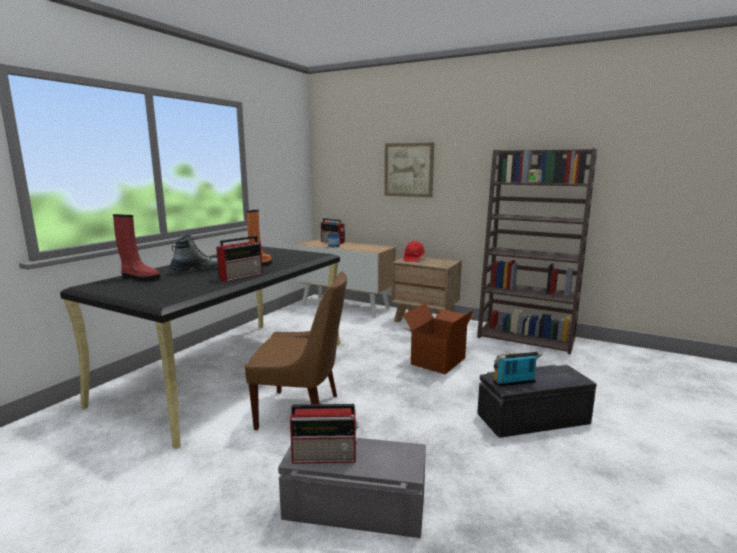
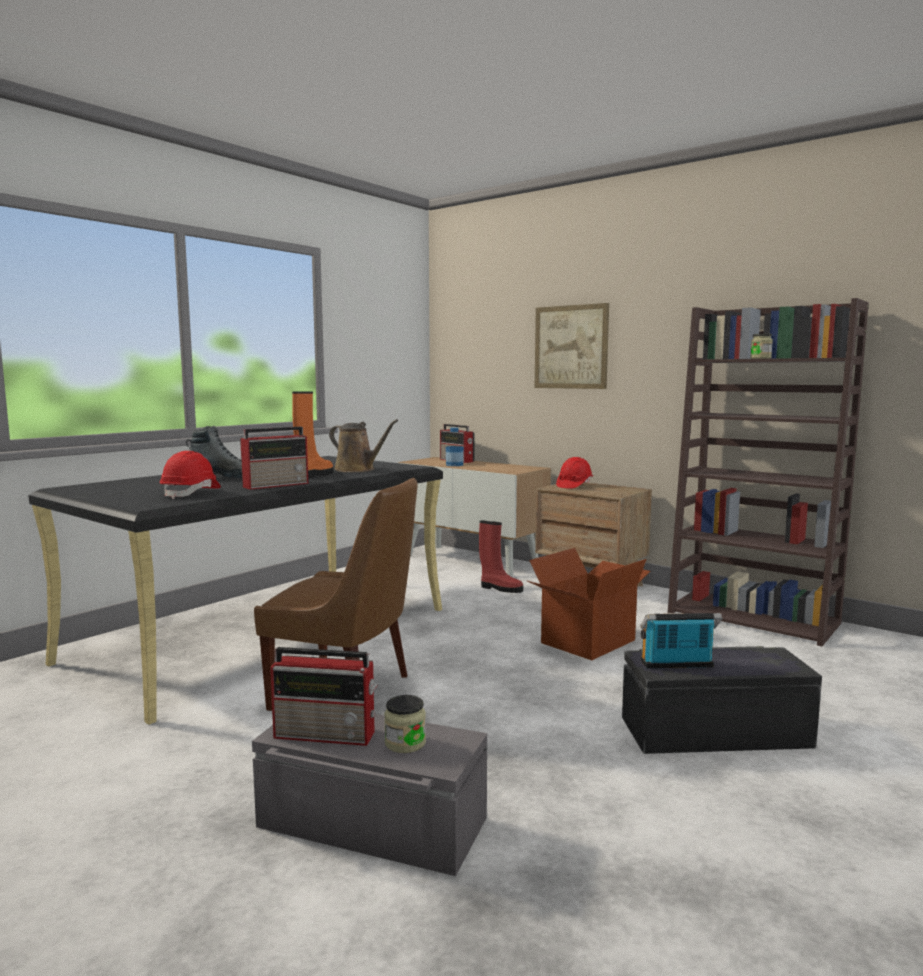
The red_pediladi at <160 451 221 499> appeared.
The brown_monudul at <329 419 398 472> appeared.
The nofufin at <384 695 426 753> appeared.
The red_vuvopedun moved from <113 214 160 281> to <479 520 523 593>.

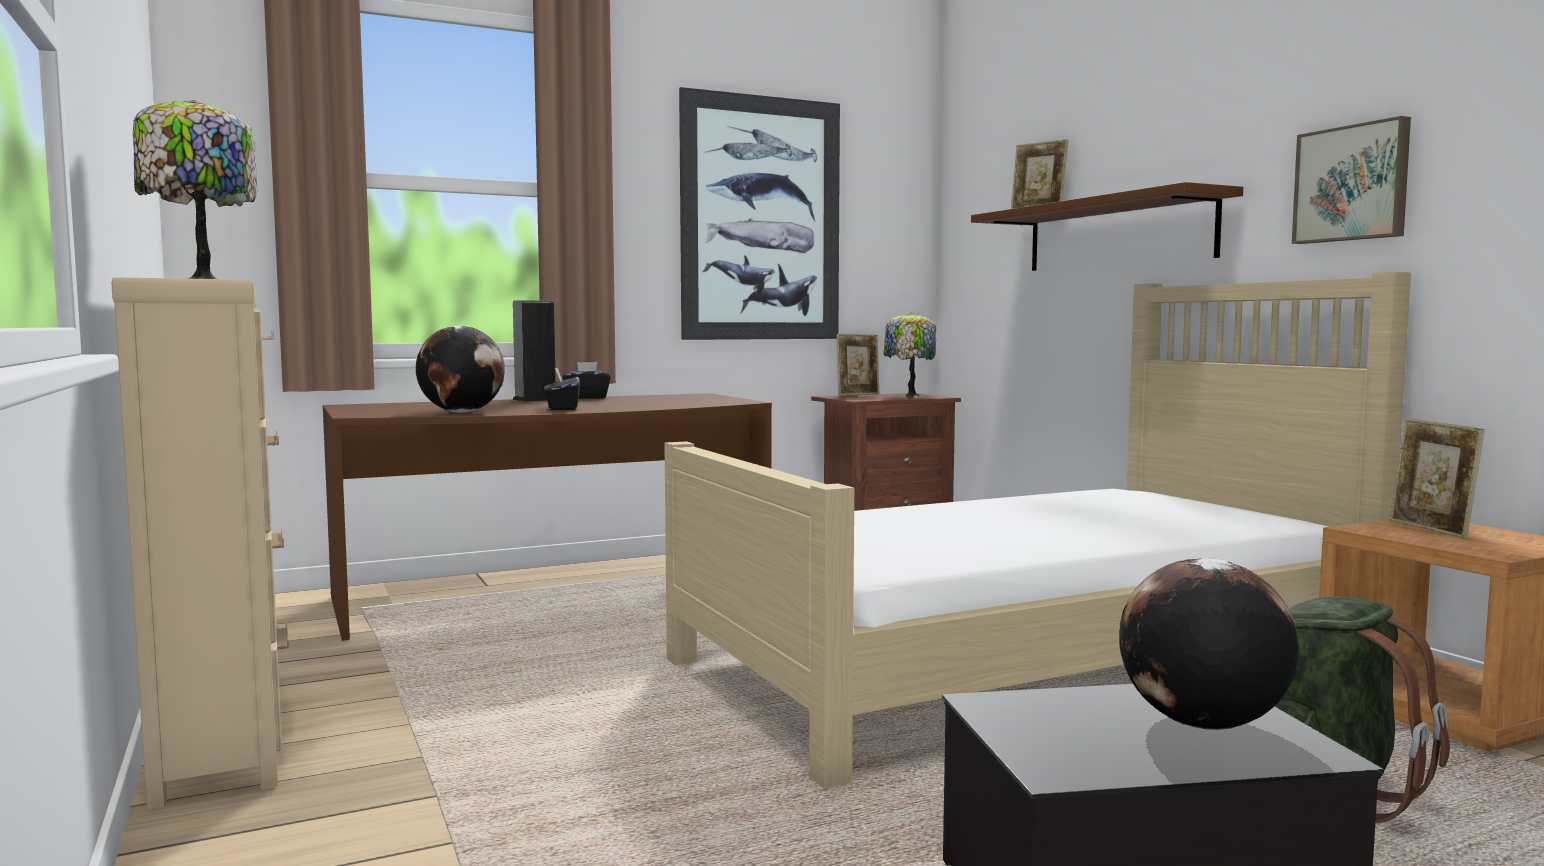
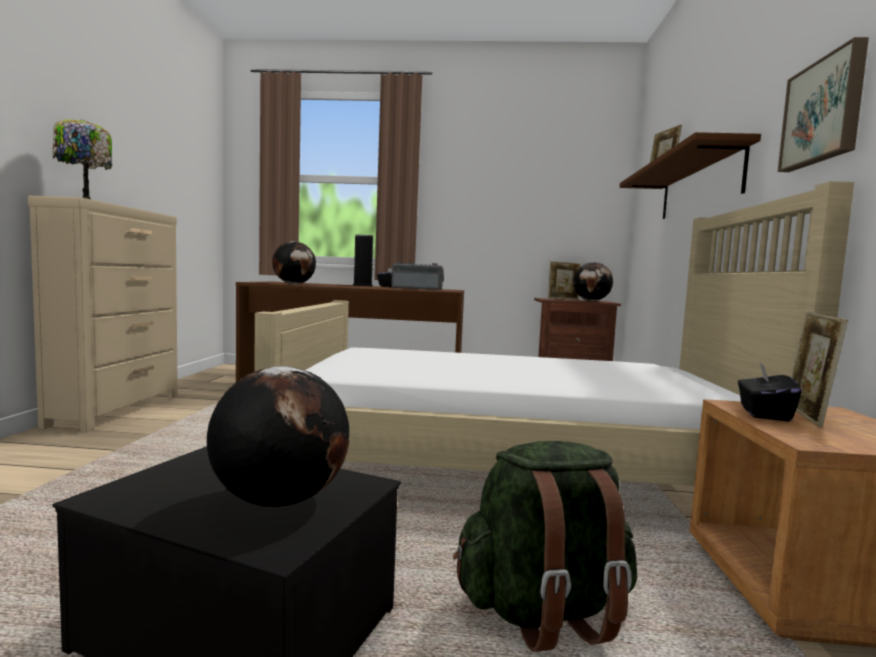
The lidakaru at <391 261 444 290> appeared.
The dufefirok at <883 313 936 397> was replaced by the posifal at <573 262 613 301>.
The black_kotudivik moved from <544 367 580 410> to <738 361 802 422>.
The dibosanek at <679 87 840 340> disappeared.

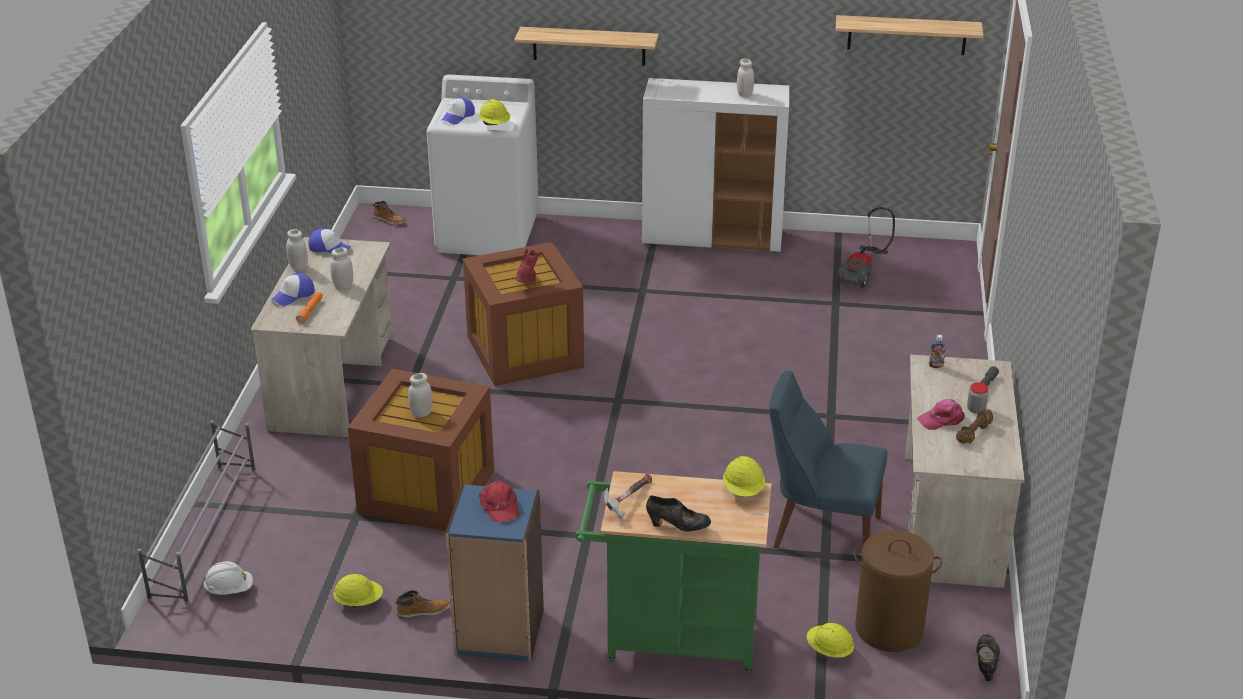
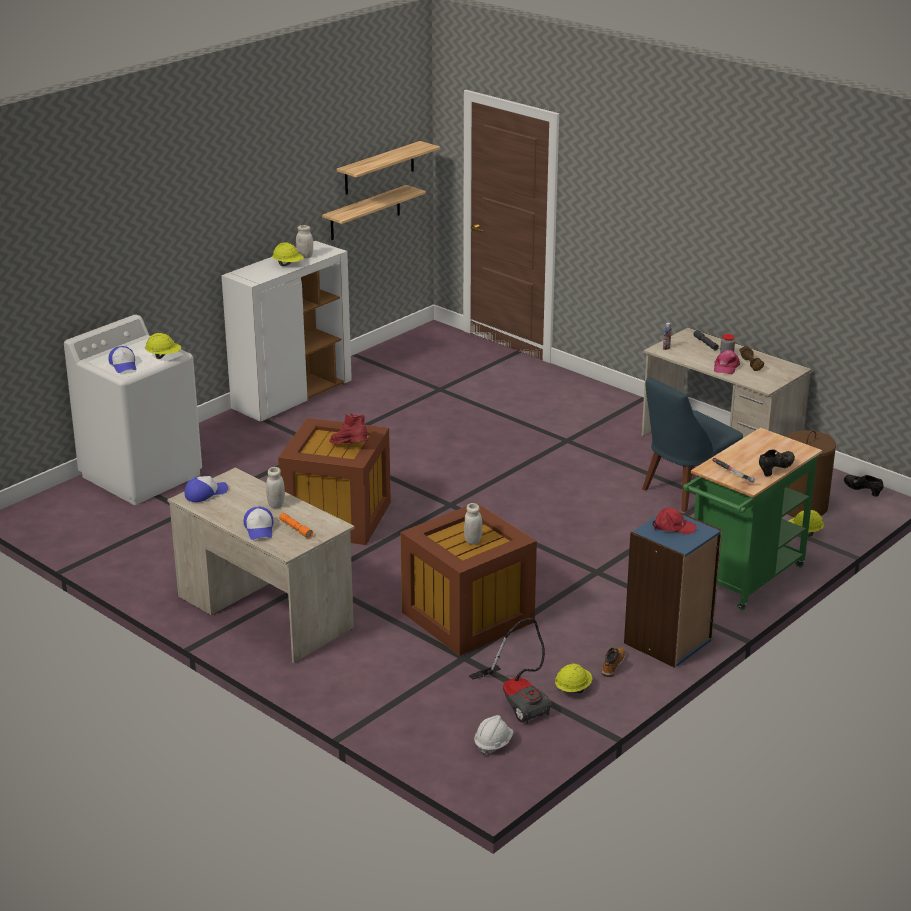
The yellow_pediladi moved from <723 456 765 497> to <272 242 304 266>.
The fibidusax moved from <514 27 658 66> to <322 185 426 240>.
The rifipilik moved from <838 207 895 288> to <469 618 552 724>.
The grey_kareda at <138 420 256 605> disappeared.
The white_nofufin at <286 229 308 271> disappeared.
The vuvopedun at <373 201 406 225> disappeared.

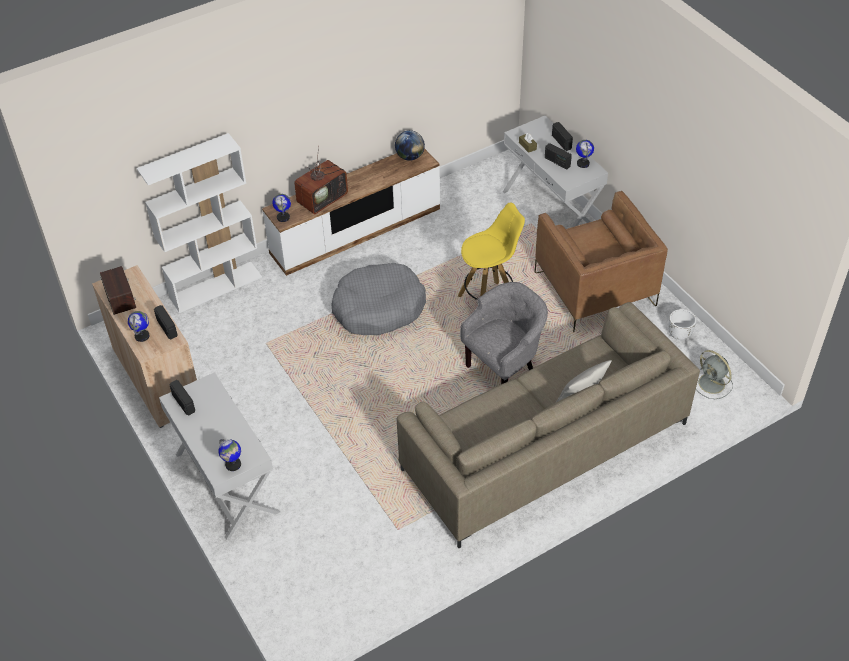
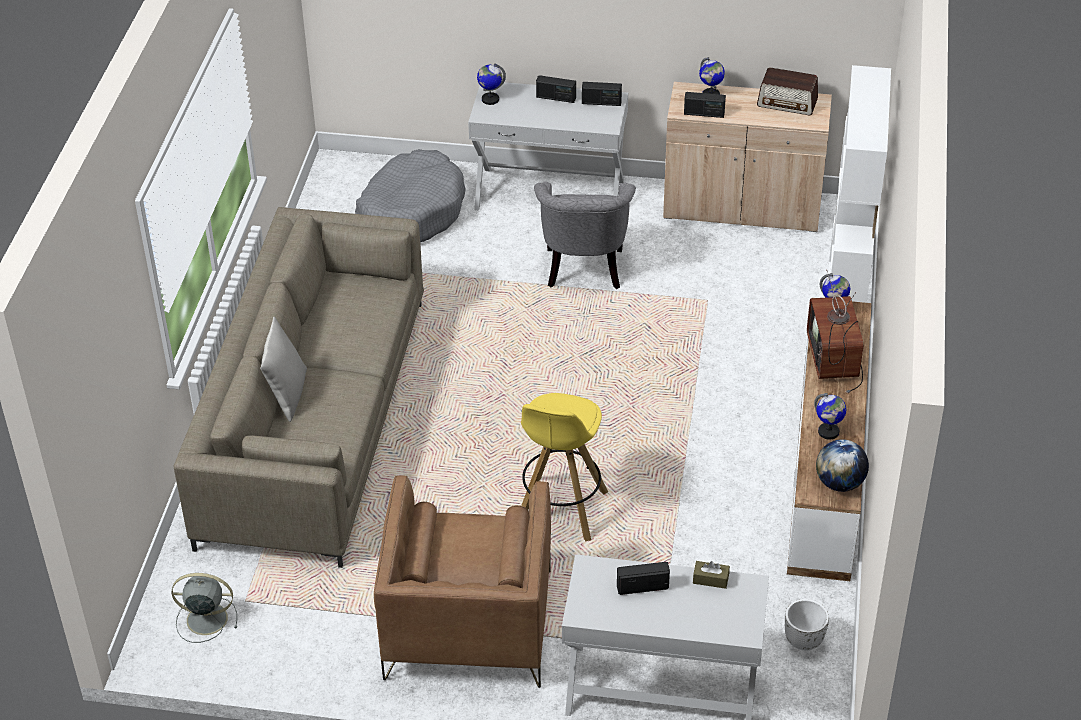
The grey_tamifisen moved from <331 263 426 335> to <355 149 466 242>.
The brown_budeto at <535 191 668 332> turned 105 degrees counterclockwise.
The grey_budeto moved from <460 282 548 384> to <534 182 636 289>.
The lidakaru moved from <552 122 573 151> to <536 75 576 103>.
The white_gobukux moved from <668 309 696 340> to <785 599 829 650>.
The posifal moved from <576 140 594 168> to <814 393 846 440>.

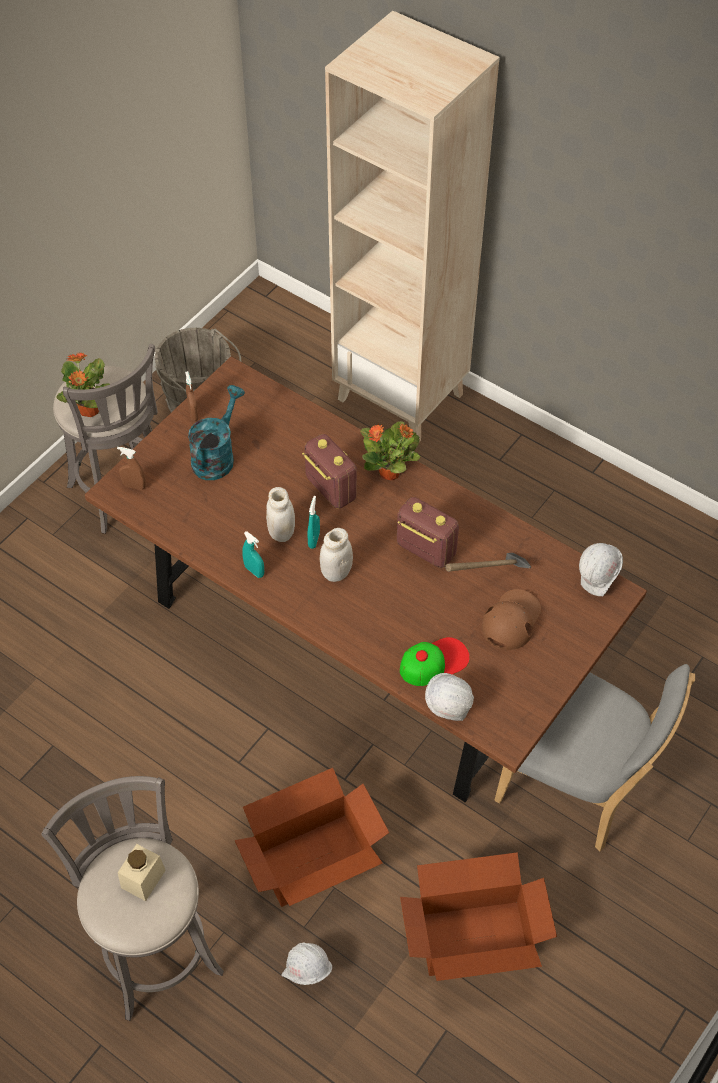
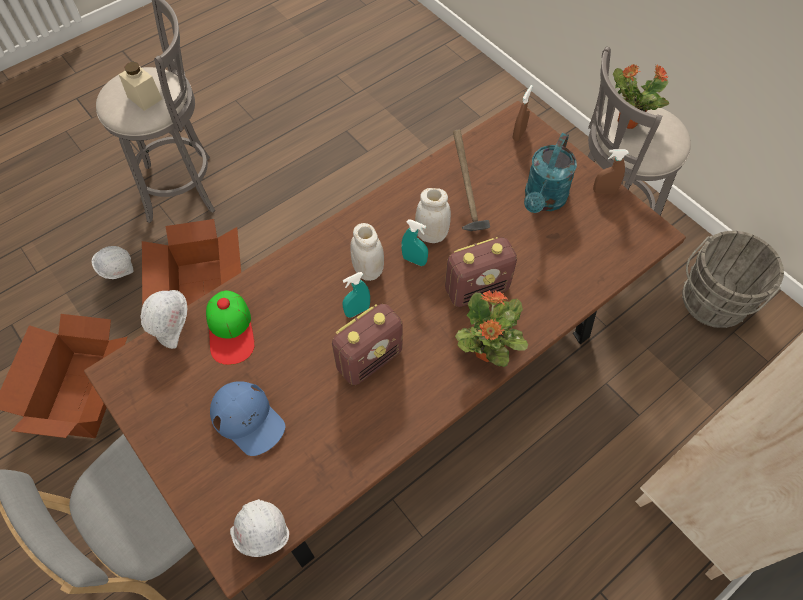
The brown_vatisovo at <482 589 541 650> became the blue_vatisovo at <210 381 285 456>.
The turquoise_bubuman moved from <242 531 264 578> to <342 272 370 318>.
The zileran moved from <445 553 531 572> to <453 130 490 231>.
The turquoise_monudul at <188 385 245 480> turned 75 degrees clockwise.

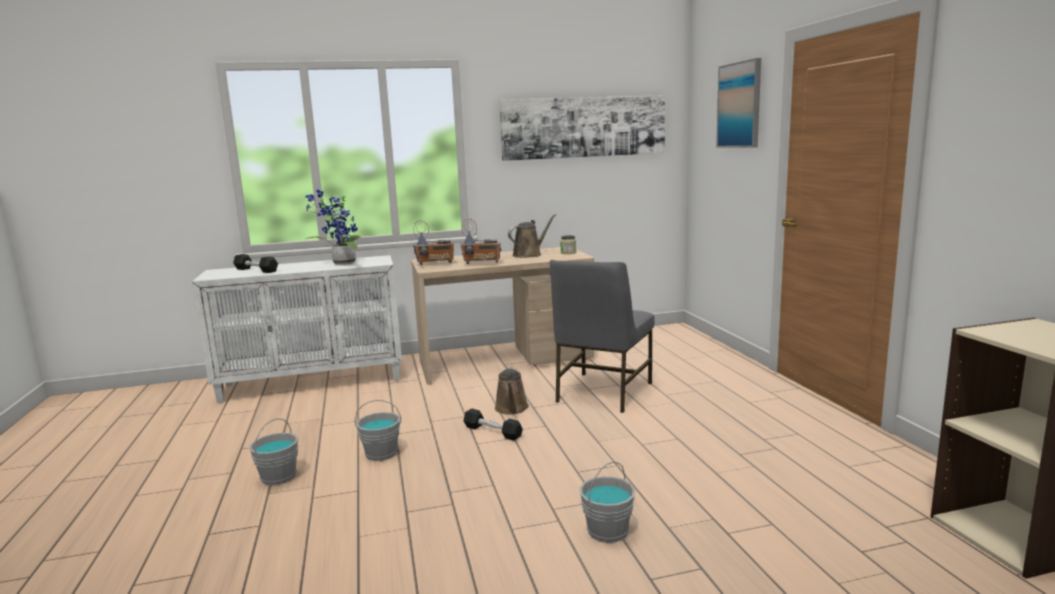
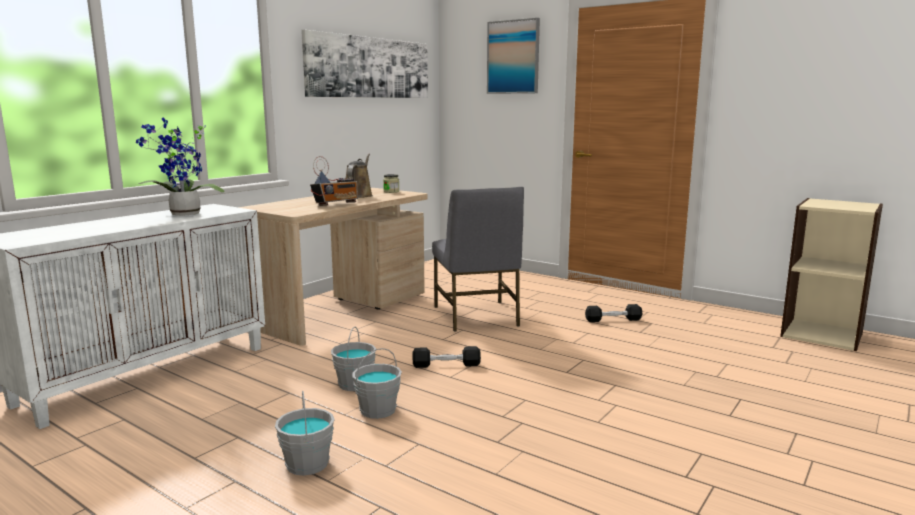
The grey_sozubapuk moved from <580 462 636 543> to <331 326 376 391>.
The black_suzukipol moved from <233 254 278 273> to <585 304 642 322>.
The lidakaru at <413 220 454 265> disappeared.
The brown_monudul at <495 367 529 414> disappeared.

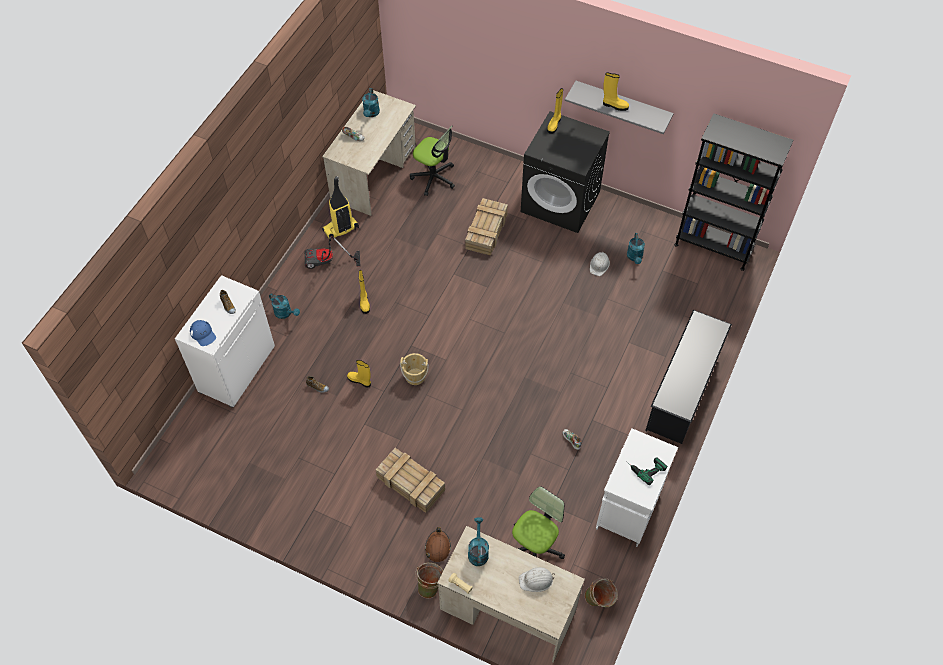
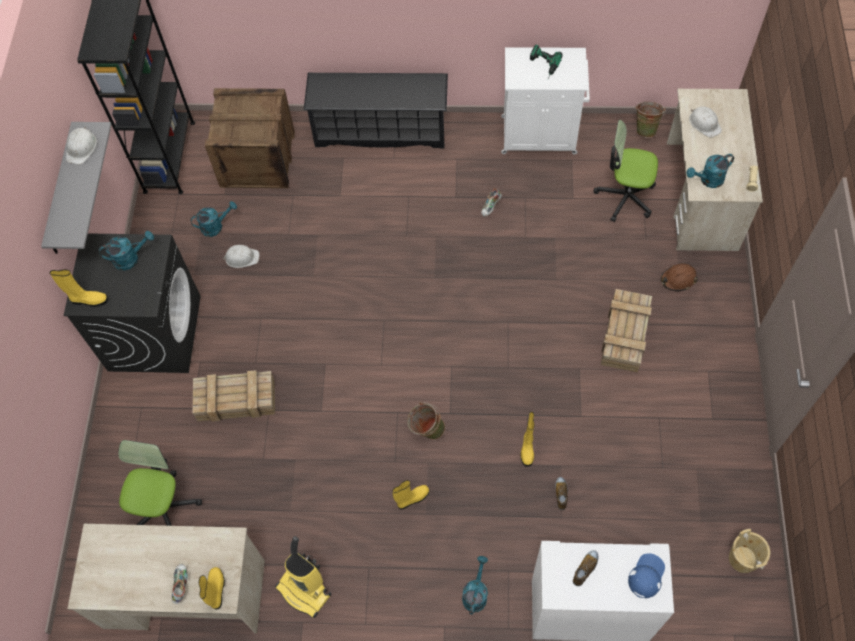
The white_pediladi at <66 127 97 164> appeared.
The turquoise_monudul moved from <362 88 380 117> to <99 231 154 270>.
The yellow_vuvopedun moved from <603 72 629 111> to <199 567 225 610>.
The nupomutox at <205 88 295 188> appeared.
The green_sozubapuk moved from <415 563 443 599> to <407 402 445 440>.
The beige_sozubapuk moved from <400 353 429 385> to <729 529 770 573>.
The rifipilik at <304 236 360 269> disappeared.

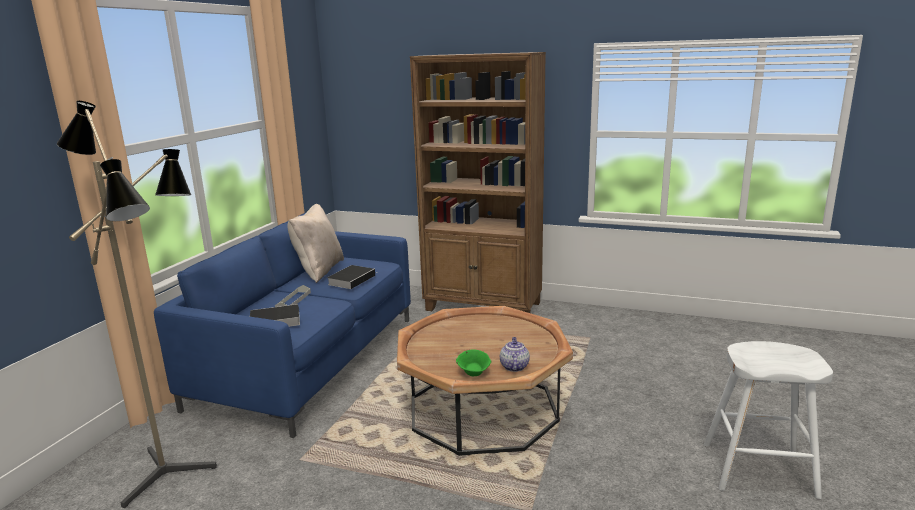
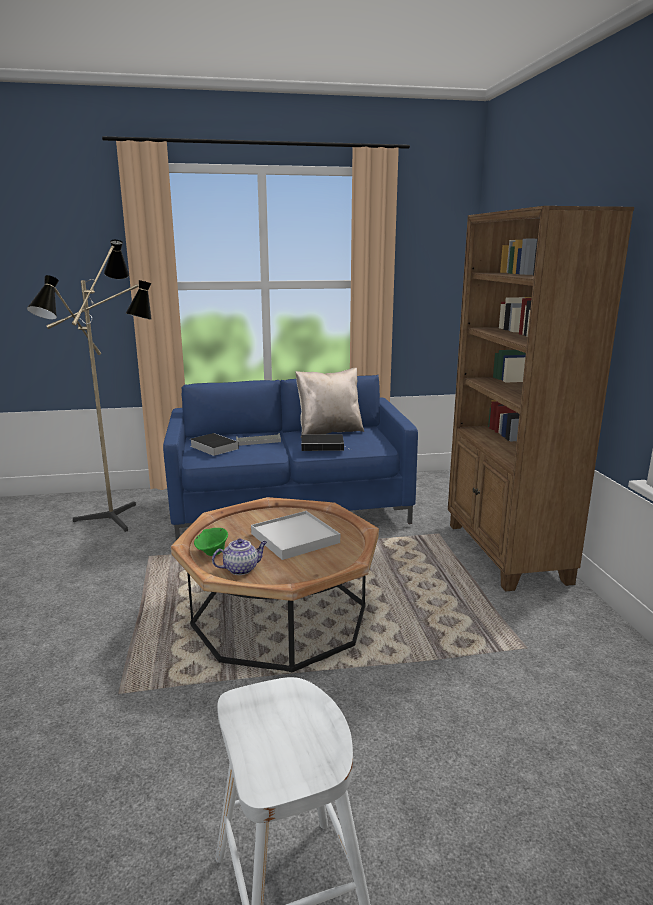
The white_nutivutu at <251 511 340 560> appeared.

